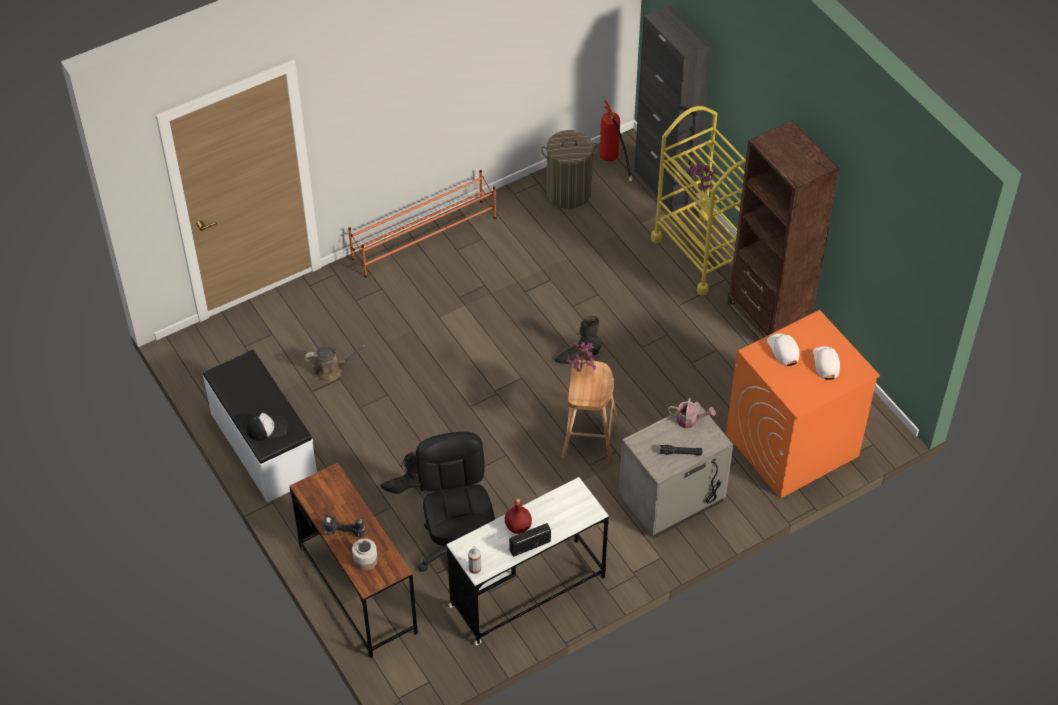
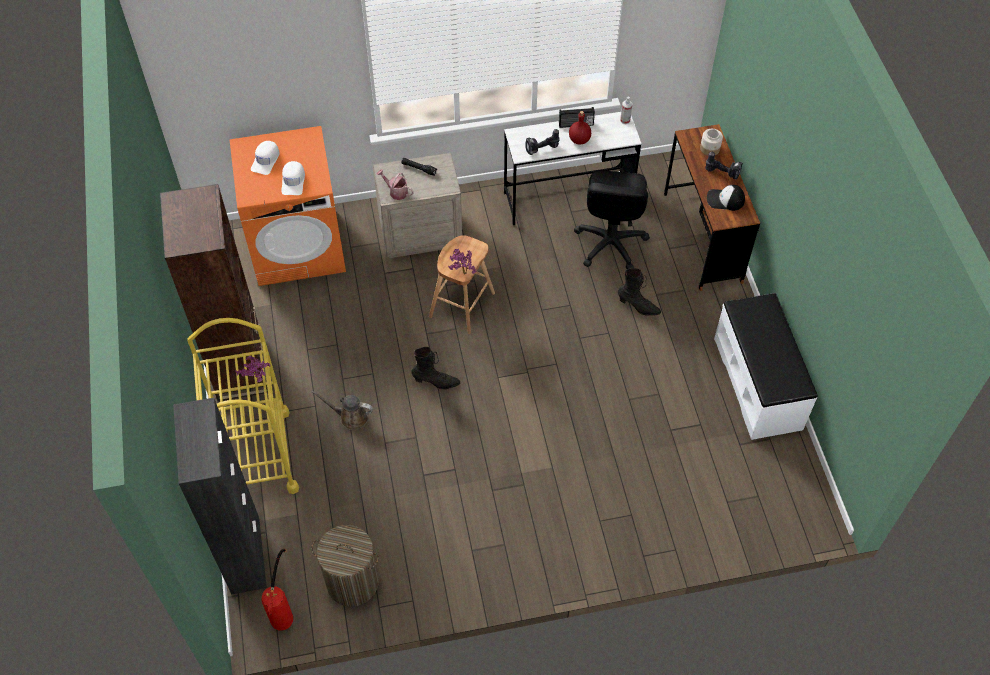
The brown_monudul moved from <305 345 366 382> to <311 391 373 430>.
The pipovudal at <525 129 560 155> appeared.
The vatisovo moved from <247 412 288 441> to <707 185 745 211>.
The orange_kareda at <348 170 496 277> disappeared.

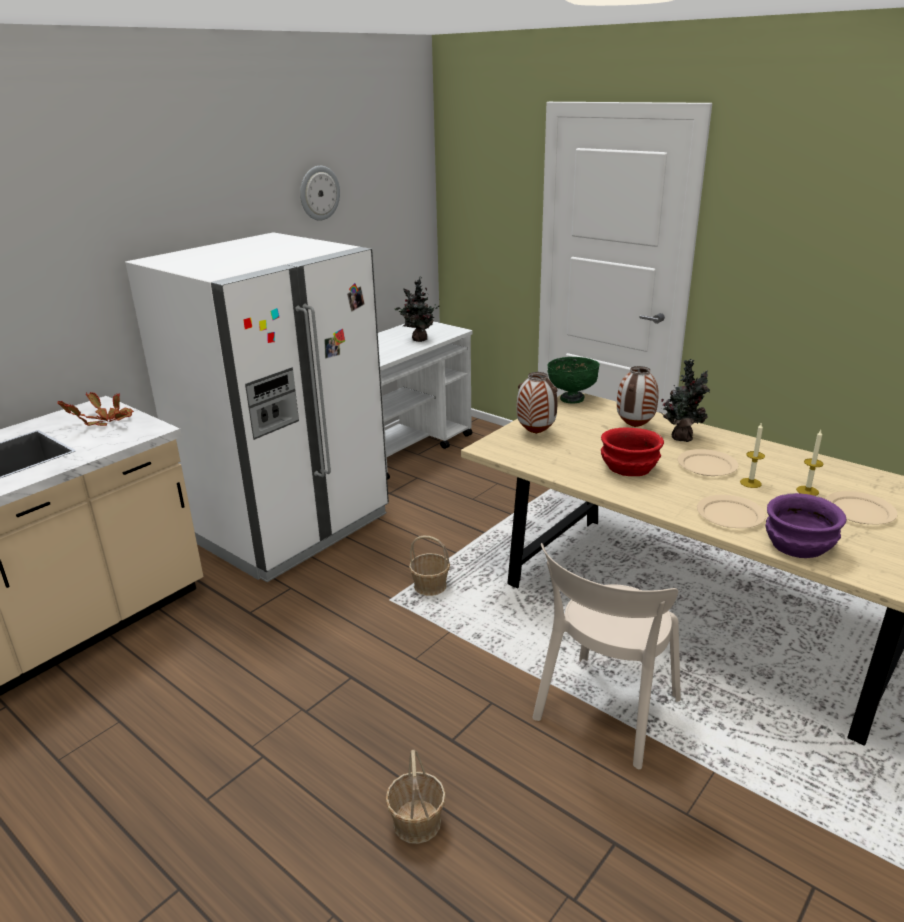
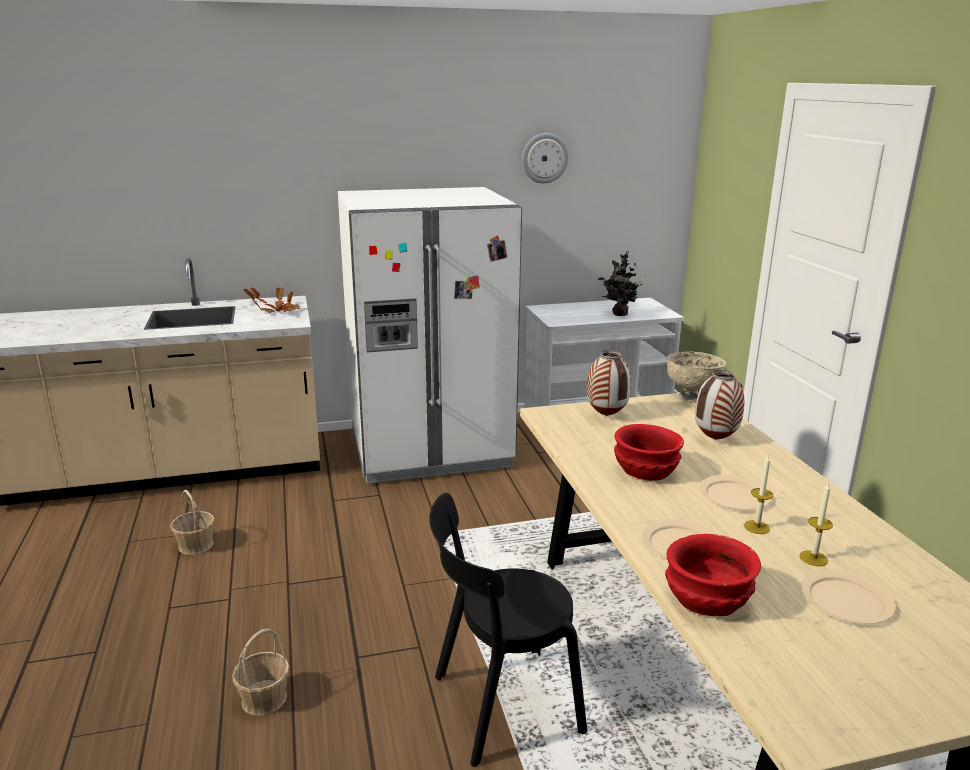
The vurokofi moved from <409 536 450 596> to <170 490 215 555>.
The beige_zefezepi at <532 543 681 769> became the black_zefezepi at <429 493 587 767>.
The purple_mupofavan at <765 493 847 558> became the red_mupofavan at <665 534 761 616>.
The green_mupofavan at <547 357 600 404> became the beige_mupofavan at <667 352 726 403>.
The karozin at <660 359 710 442> disappeared.

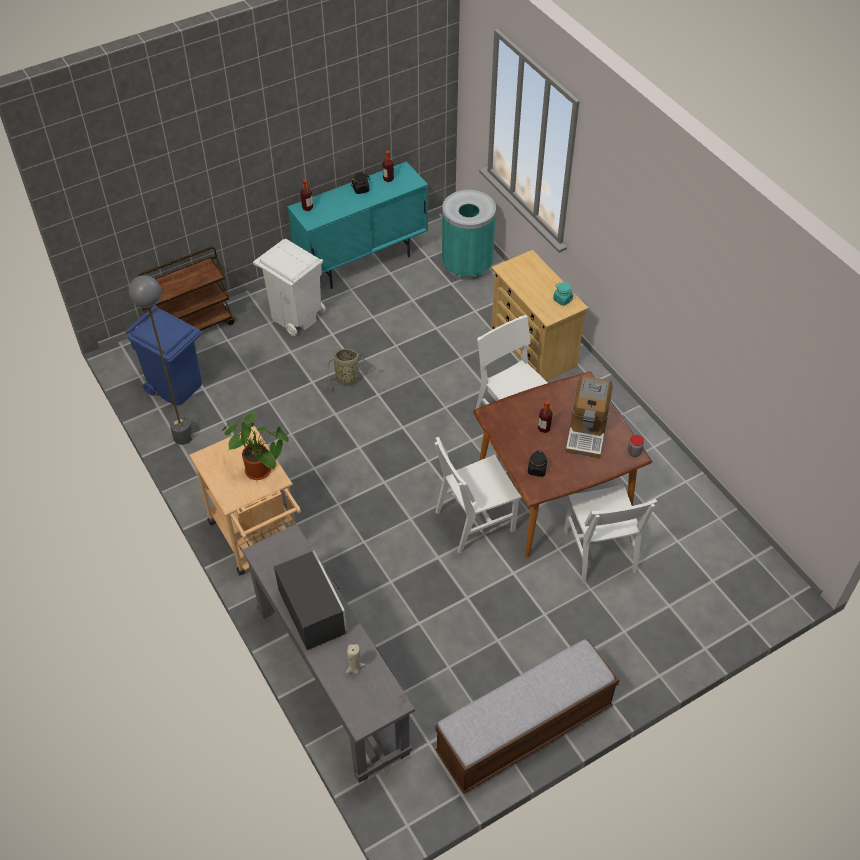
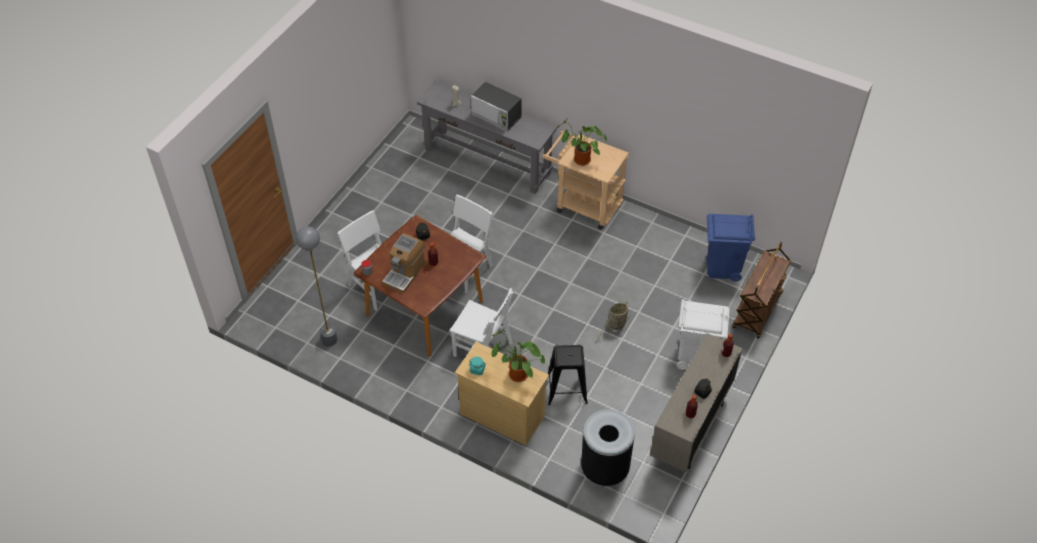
The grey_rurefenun moved from <129 275 194 445> to <296 226 337 347>.
The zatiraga at <565 376 612 459> turned 135 degrees counterclockwise.
The karozin at <492 328 545 382> appeared.
The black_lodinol at <548 345 588 405> appeared.
The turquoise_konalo at <442 190 496 280> became the black_konalo at <581 409 635 486>.
The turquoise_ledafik at <287 161 428 289> became the beige_ledafik at <650 333 743 472>.
The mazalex at <435 639 619 794> disappeared.

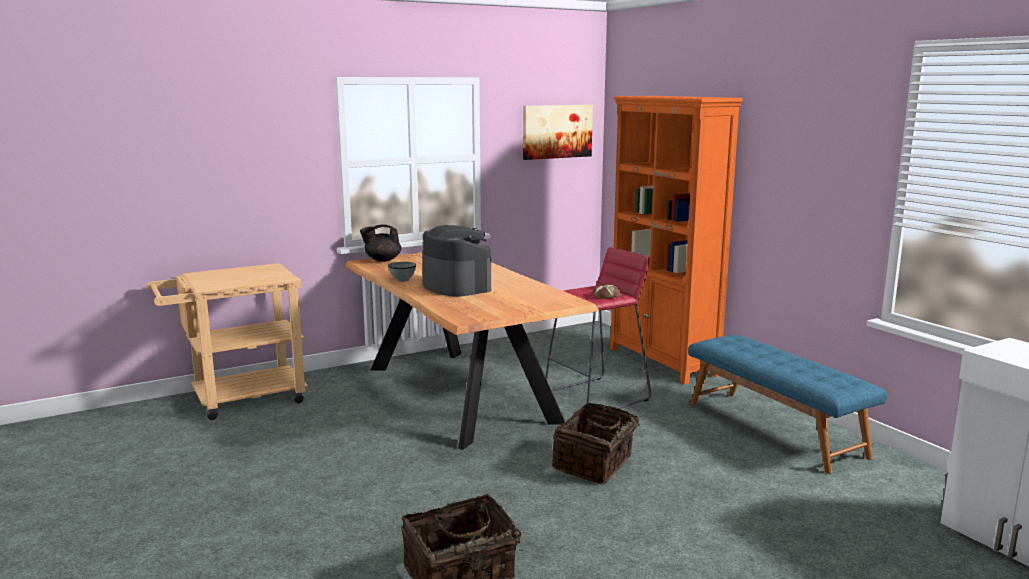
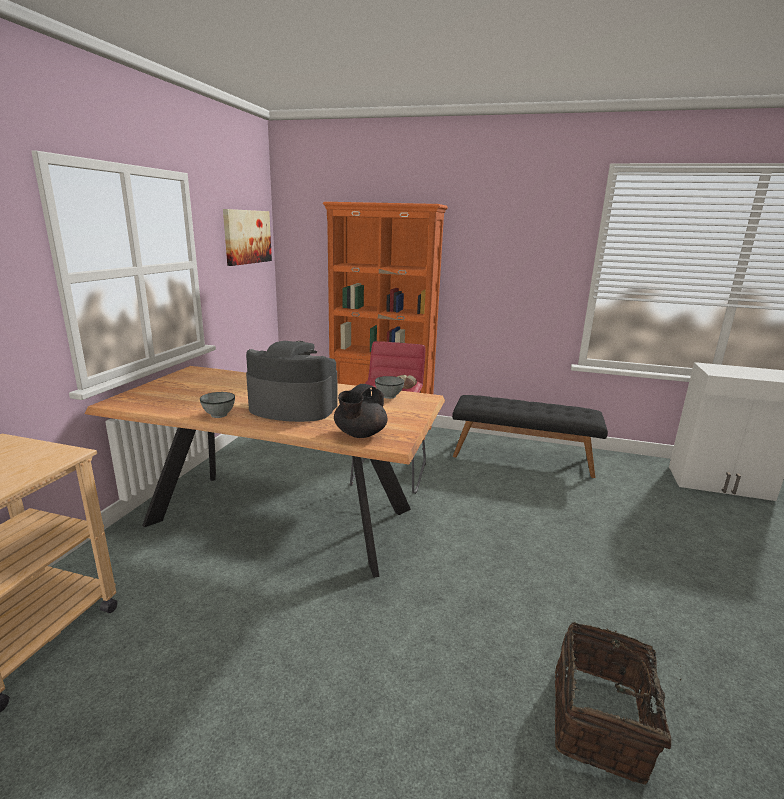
The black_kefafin moved from <360 225 401 262> to <334 384 387 438>.
The grey_mupofavan at <375 376 404 399> appeared.
The blue_mazalex at <688 335 887 474> became the black_mazalex at <452 395 608 478>.
The vurokofi at <552 402 651 484> disappeared.

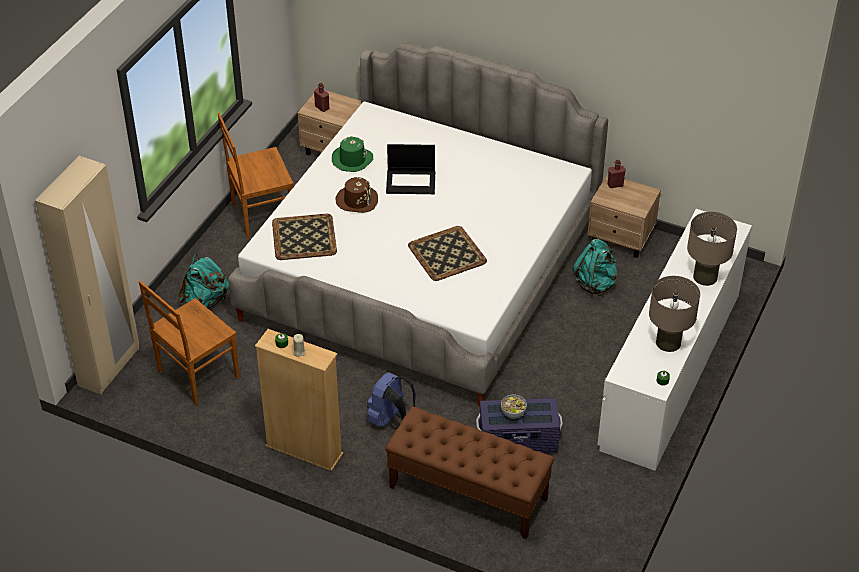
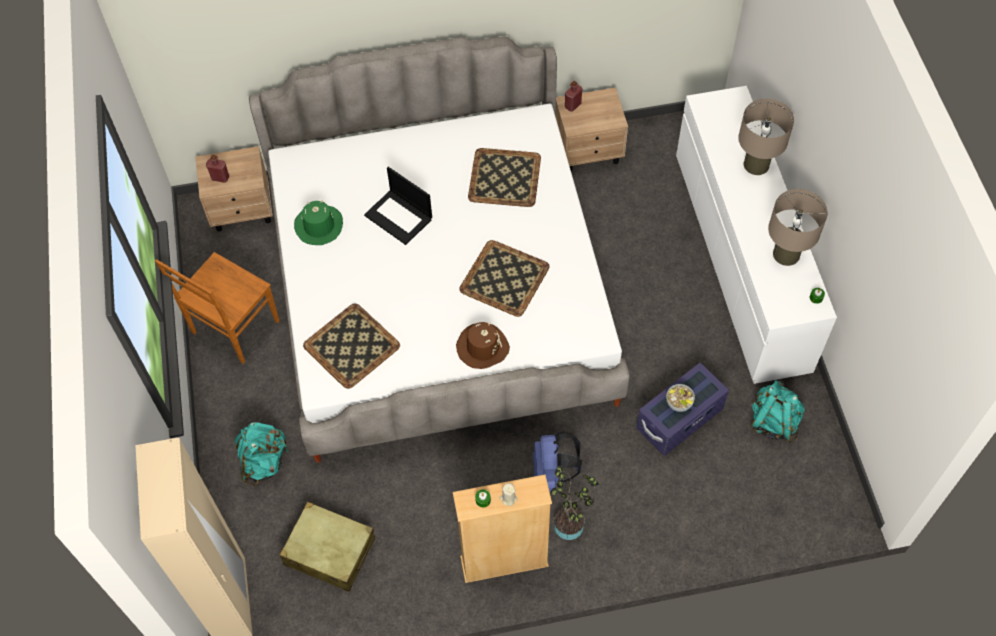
The brown_zefezepi at <139 281 239 405> was replaced by the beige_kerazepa at <280 502 375 592>.
The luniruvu at <386 144 435 194> turned 75 degrees clockwise.
The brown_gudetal moved from <335 177 378 213> to <456 322 510 369>.
The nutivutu at <468 148 541 207> appeared.
The karozin at <550 466 599 540> appeared.
The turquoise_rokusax moved from <572 239 617 296> to <750 380 806 443>.
The brown_mazalex at <385 406 554 539> disappeared.

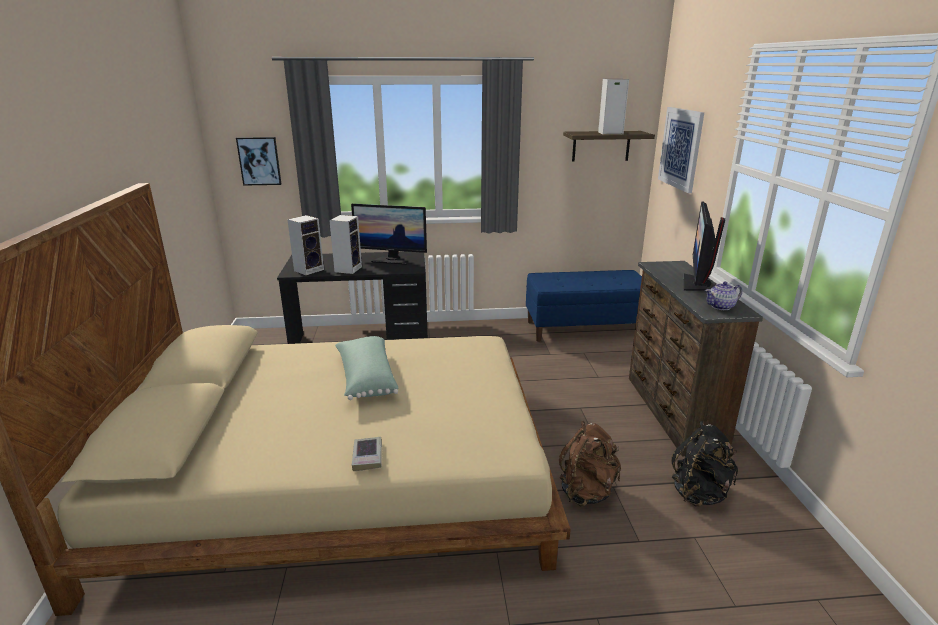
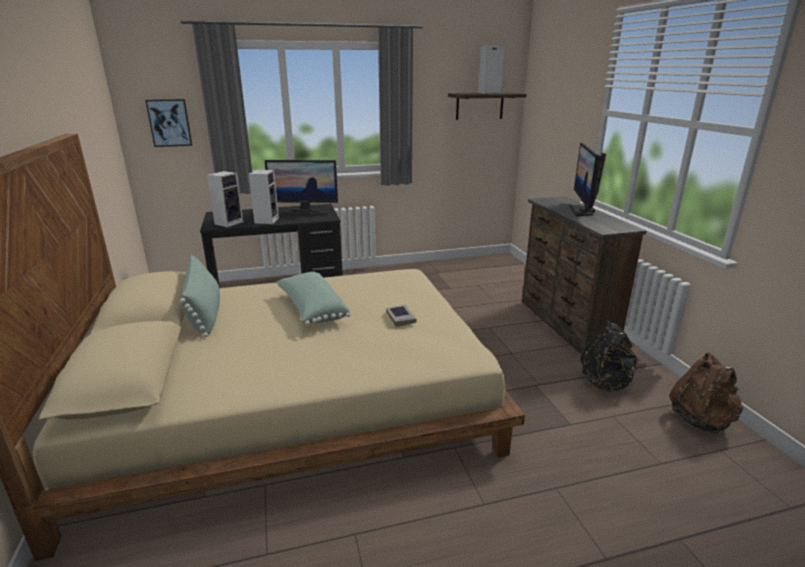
The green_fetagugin at <180 255 220 337> appeared.
The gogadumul moved from <352 437 382 471> to <386 305 417 327>.
The brown_rokusax moved from <559 421 621 507> to <669 352 743 434>.
The blue_mazalex at <526 270 642 342> disappeared.
The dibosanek at <658 107 704 193> disappeared.
The kefafin at <705 282 742 310> disappeared.

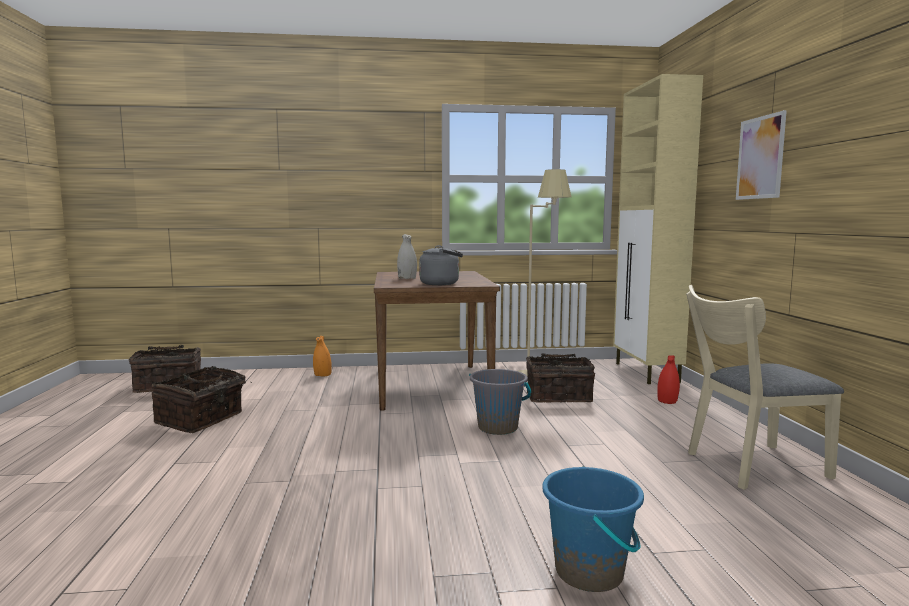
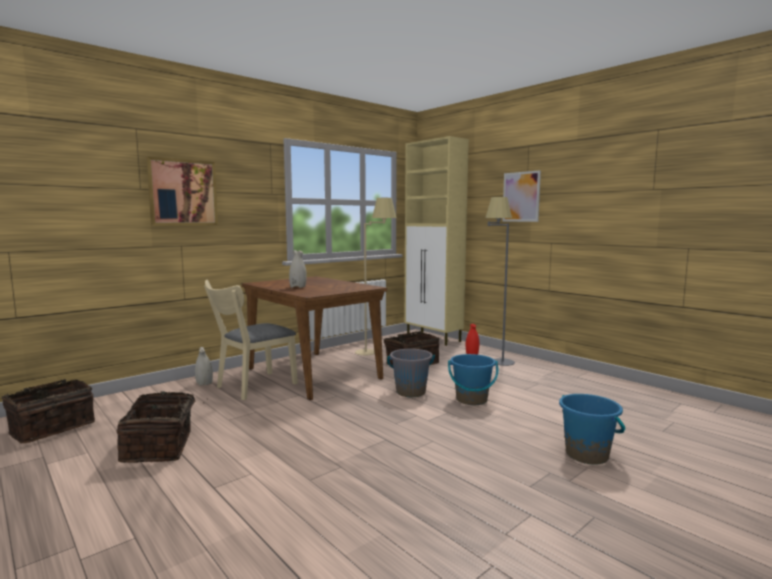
The dibosanek at <146 157 218 226> appeared.
The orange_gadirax at <313 336 332 377> became the white_gadirax at <195 347 213 386>.
The beige_zefezepi moved from <686 285 844 490> to <204 280 298 400>.
The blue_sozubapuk at <448 354 498 405> appeared.
The grey_rurefenun at <486 197 515 366> appeared.
The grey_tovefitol at <419 245 463 285> disappeared.

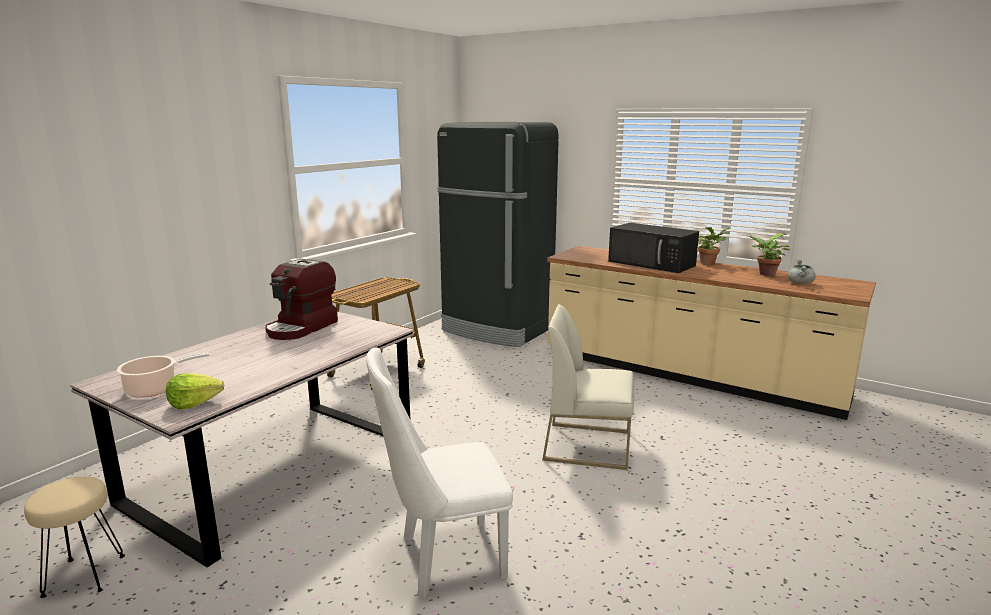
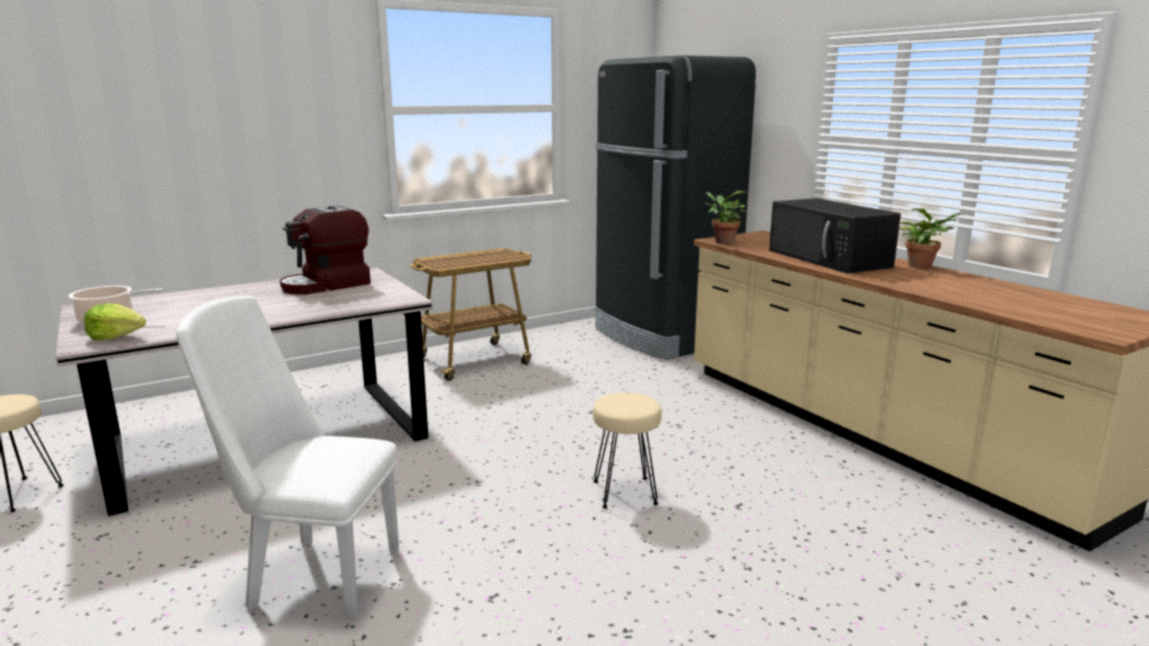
The white_zefezepi at <542 304 634 470> was replaced by the beige_lodinol at <593 393 662 509>.
The karozin moved from <747 233 790 276> to <705 191 747 244>.
The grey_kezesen at <788 259 816 284> disappeared.

